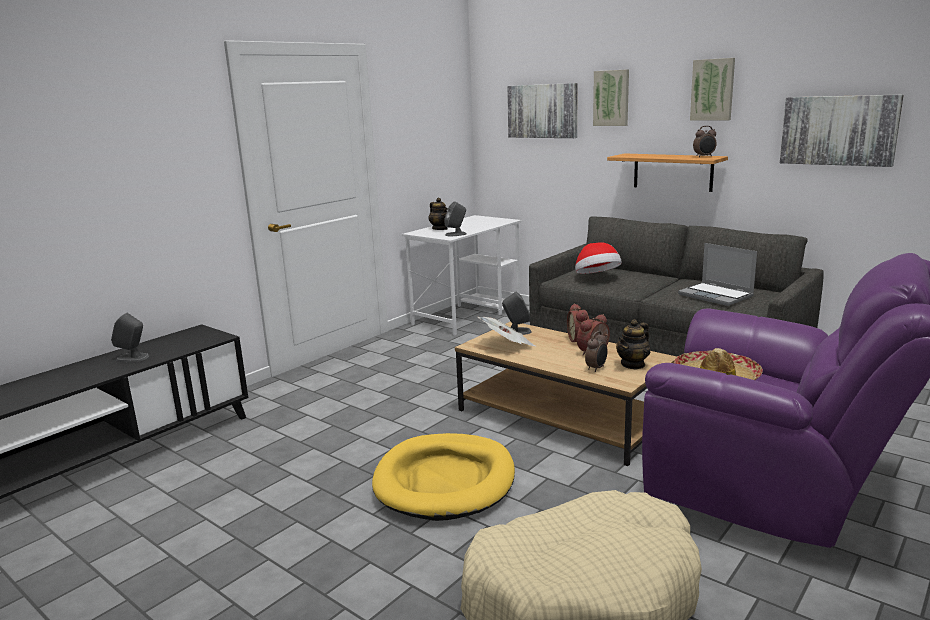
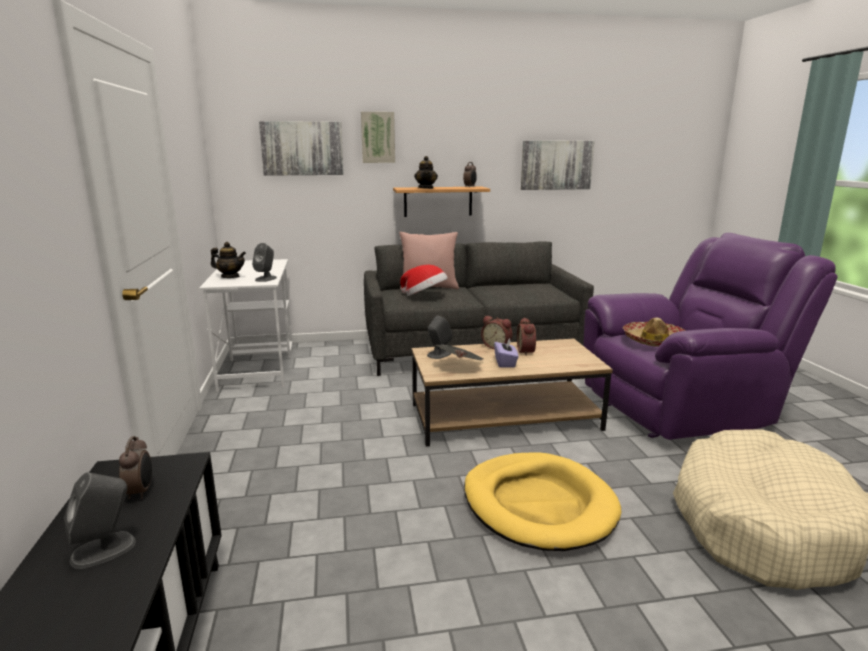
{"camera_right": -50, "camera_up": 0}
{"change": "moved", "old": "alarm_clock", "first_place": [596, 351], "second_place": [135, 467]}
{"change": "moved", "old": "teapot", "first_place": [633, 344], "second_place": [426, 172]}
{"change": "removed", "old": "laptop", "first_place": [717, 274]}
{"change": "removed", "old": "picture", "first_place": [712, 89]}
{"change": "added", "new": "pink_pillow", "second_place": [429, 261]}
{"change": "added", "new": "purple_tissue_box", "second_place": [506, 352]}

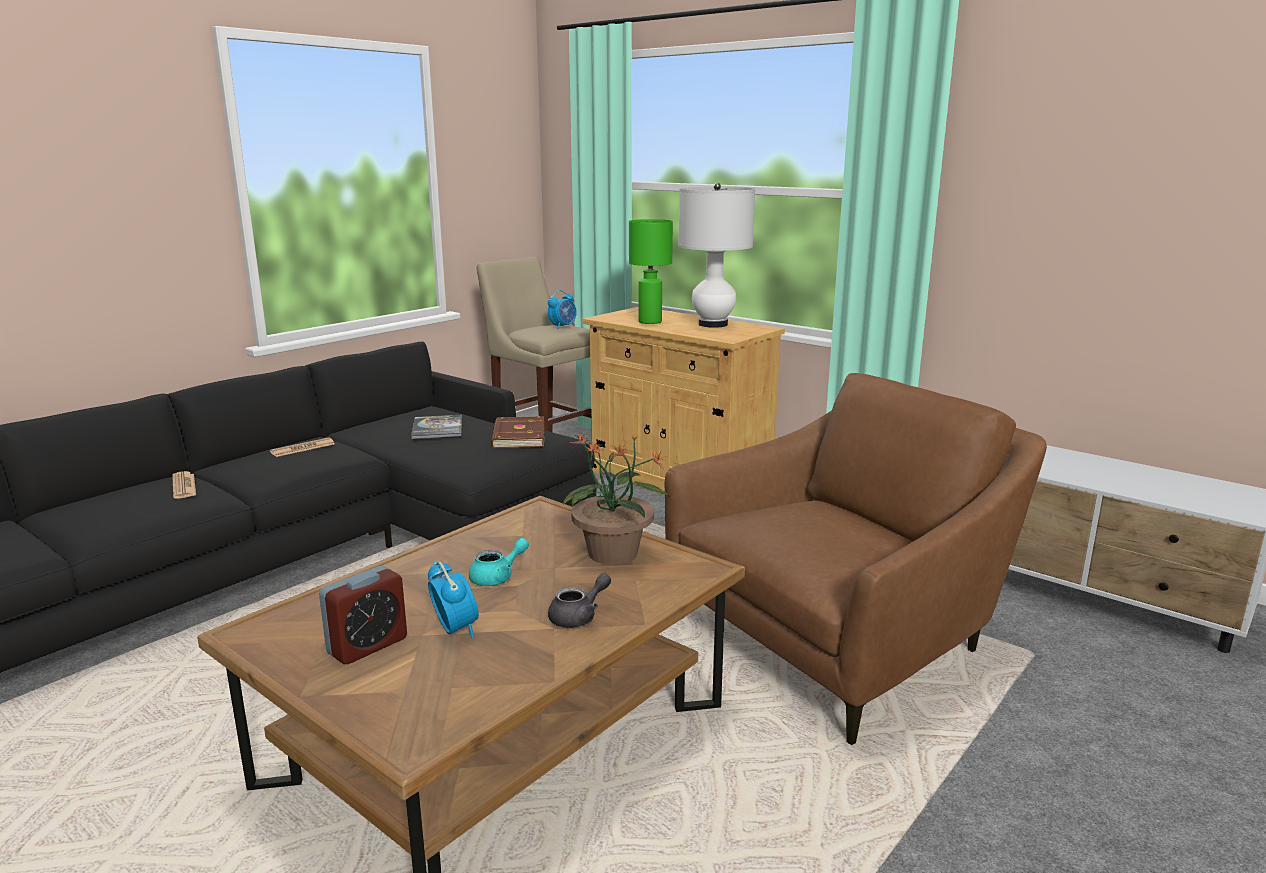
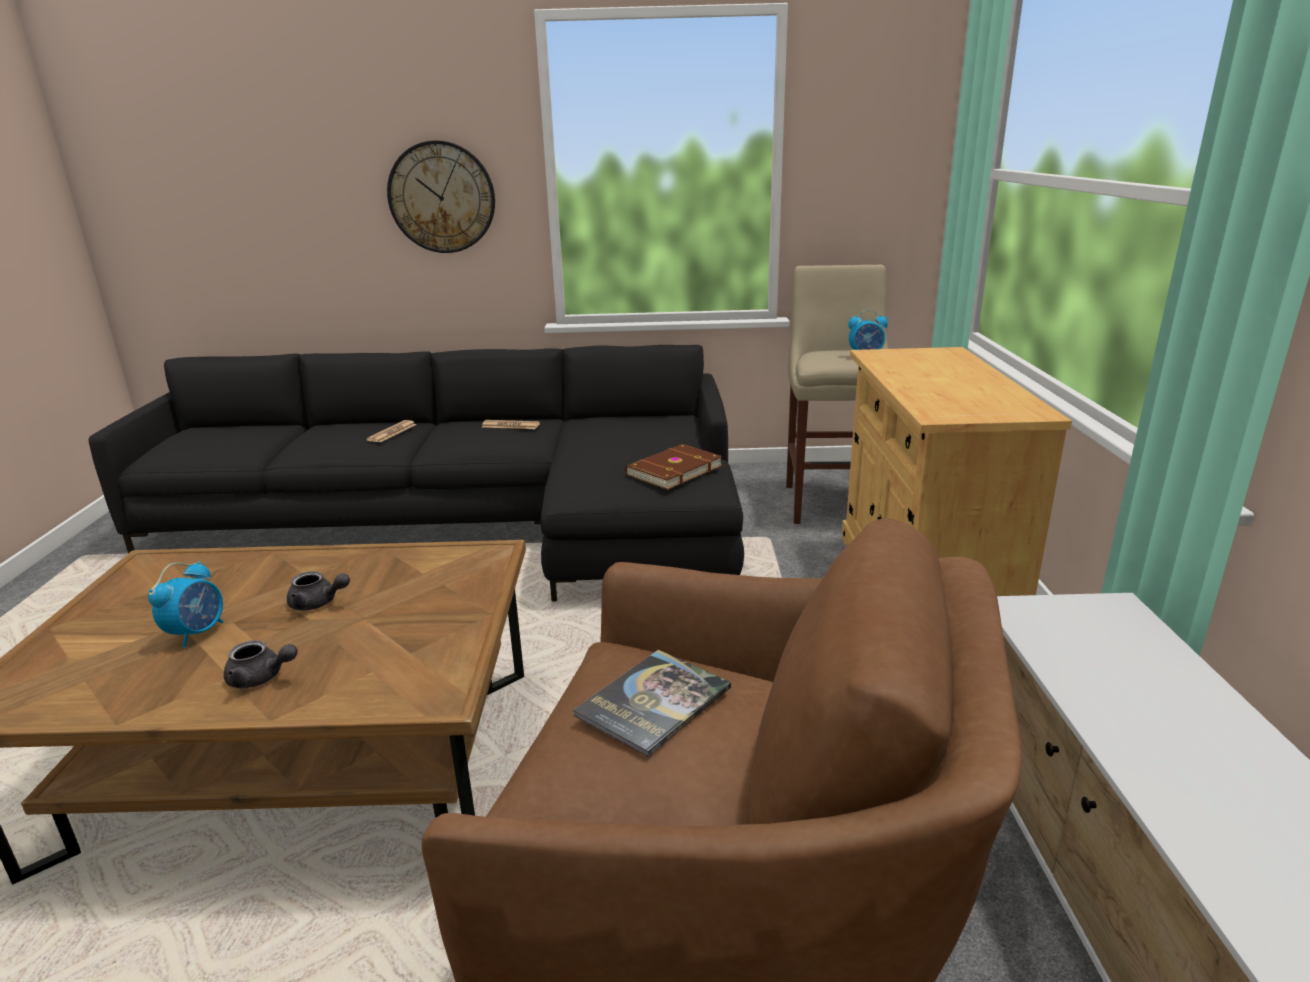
{"camera_right": 50, "camera_up": 5}
{"change": "removed", "old": "alarm_clock", "first_place": [363, 615]}
{"change": "moved", "old": "book", "first_place": [436, 427], "second_place": [652, 703]}
{"change": "recoloured", "old": "turquoise_teapot", "new": "grey_teapot", "first_place": [499, 562], "second_place": [318, 590]}
{"change": "removed", "old": "potted_plant", "first_place": [616, 499]}
{"change": "removed", "old": "green_table_lamp", "first_place": [651, 271]}
{"change": "removed", "old": "white_table_lamp", "first_place": [716, 255]}
{"change": "added", "new": "wall_clock", "second_place": [441, 196]}

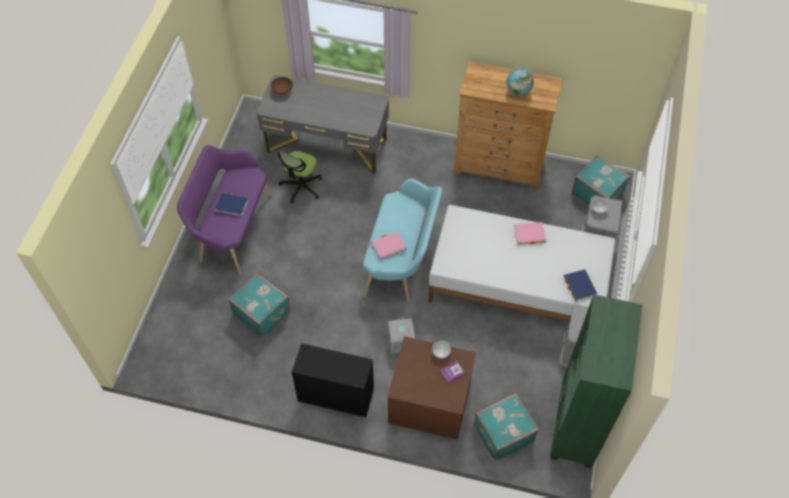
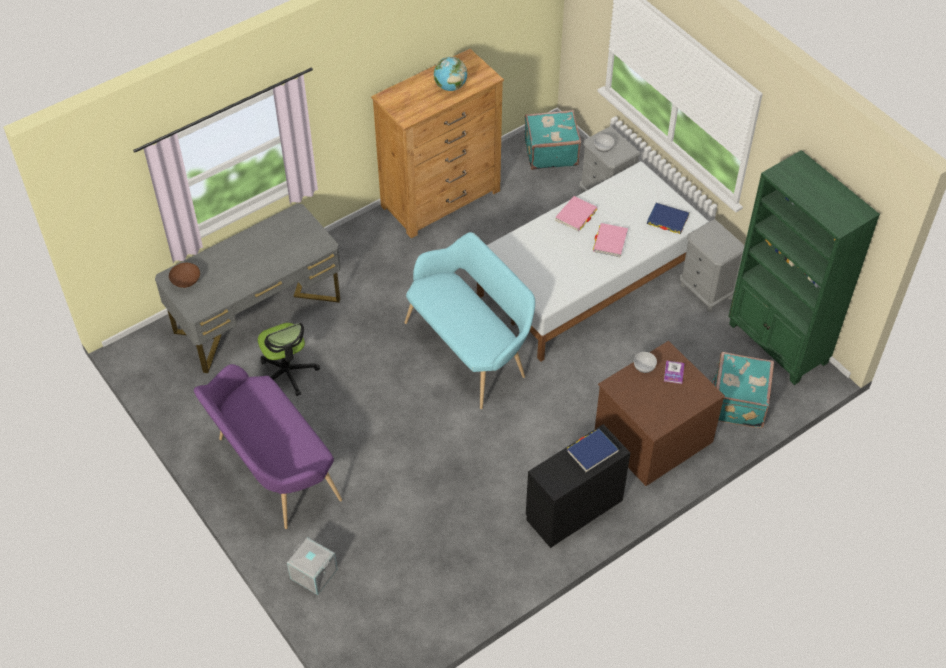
{"camera_right": -50, "camera_up": -5}
{"change": "moved", "old": "blue_book", "first_place": [232, 204], "second_place": [592, 450]}
{"change": "removed", "old": "turquoise_suitcase", "first_place": [259, 305]}
{"change": "moved", "old": "pink_book", "first_place": [389, 246], "second_place": [610, 240]}
{"change": "moved", "old": "grey_storage_box", "first_place": [401, 335], "second_place": [312, 566]}

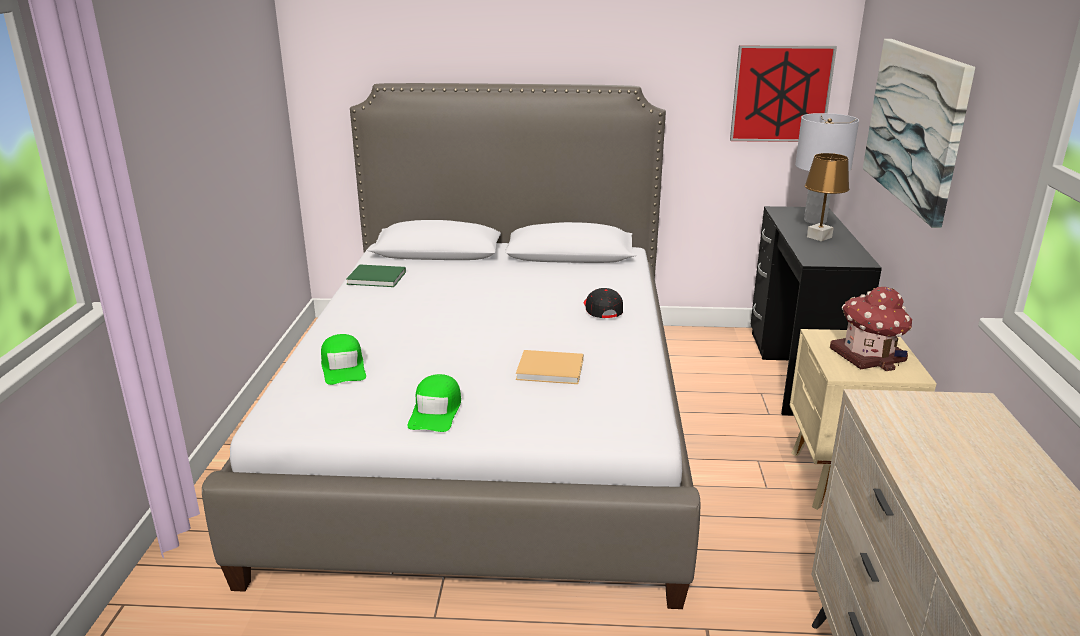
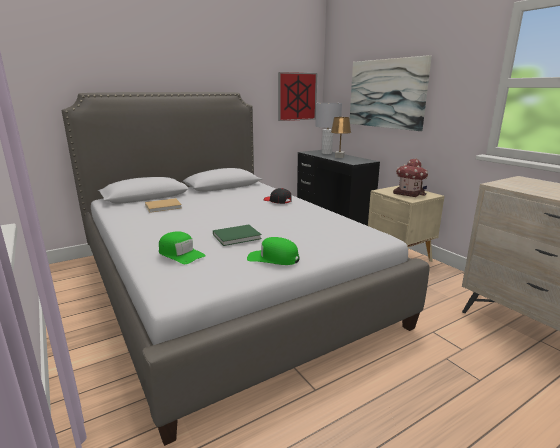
{"camera_right": -35, "camera_up": -5}
{"change": "moved", "old": "green_book", "first_place": [376, 276], "second_place": [237, 235]}
{"change": "turned", "old": "green_cap", "first_place": [434, 403], "second_place": [273, 251], "degrees": 135}
{"change": "moved", "old": "beige_book", "first_place": [549, 367], "second_place": [163, 205]}

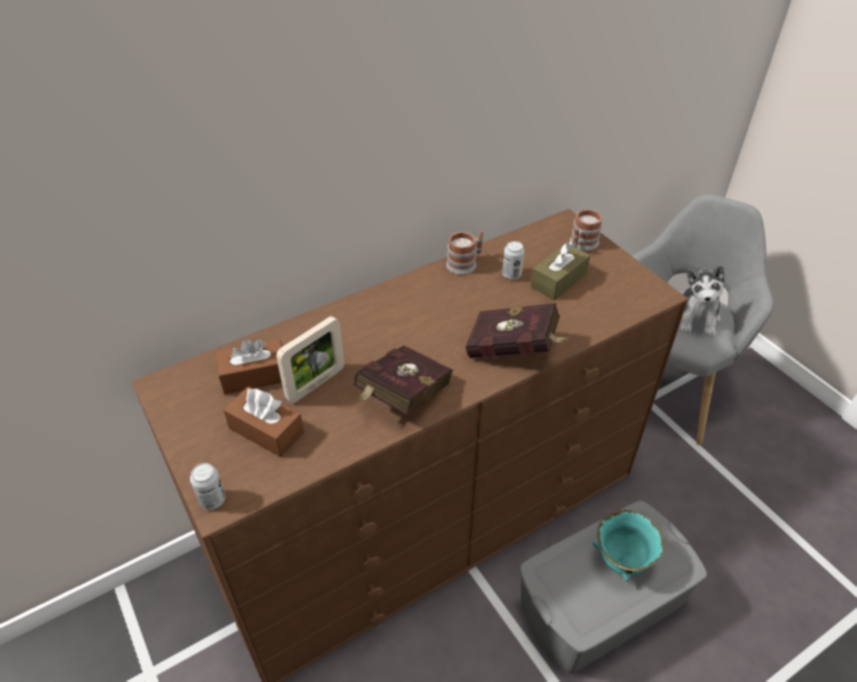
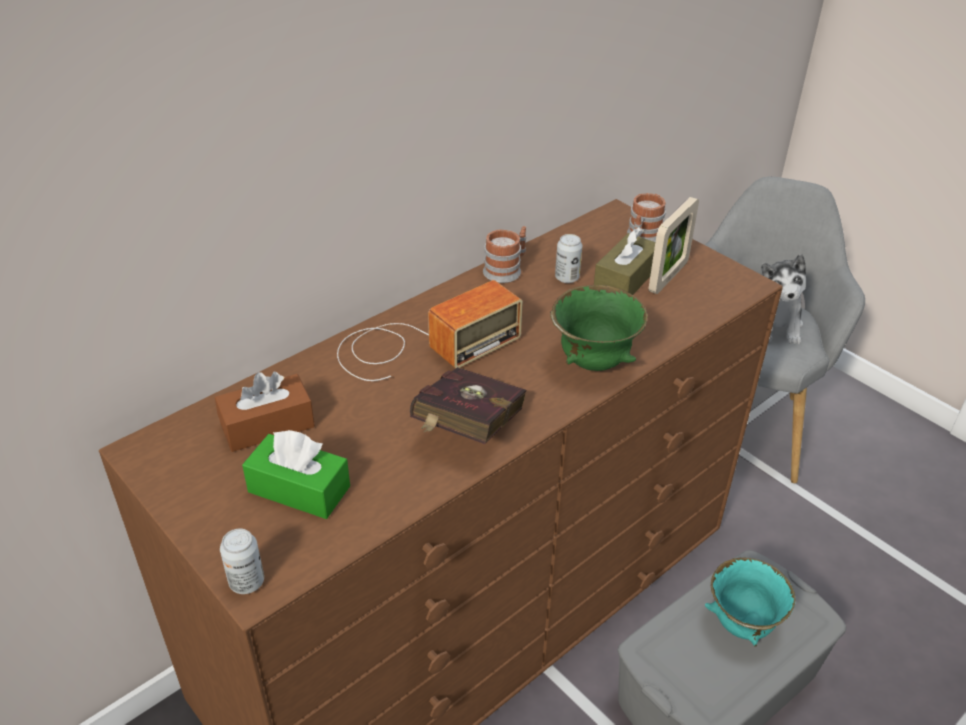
{"camera_right": -10, "camera_up": -5}
{"change": "recoloured", "old": "brown_tissue_box", "new": "green_tissue_box", "first_place": [263, 421], "second_place": [296, 474]}
{"change": "moved", "old": "picture_frame", "first_place": [310, 359], "second_place": [673, 245]}
{"change": "replaced", "old": "red_book", "new": "green_bowl", "first_place": [516, 331], "second_place": [599, 328]}
{"change": "added", "new": "radio", "second_place": [430, 330]}

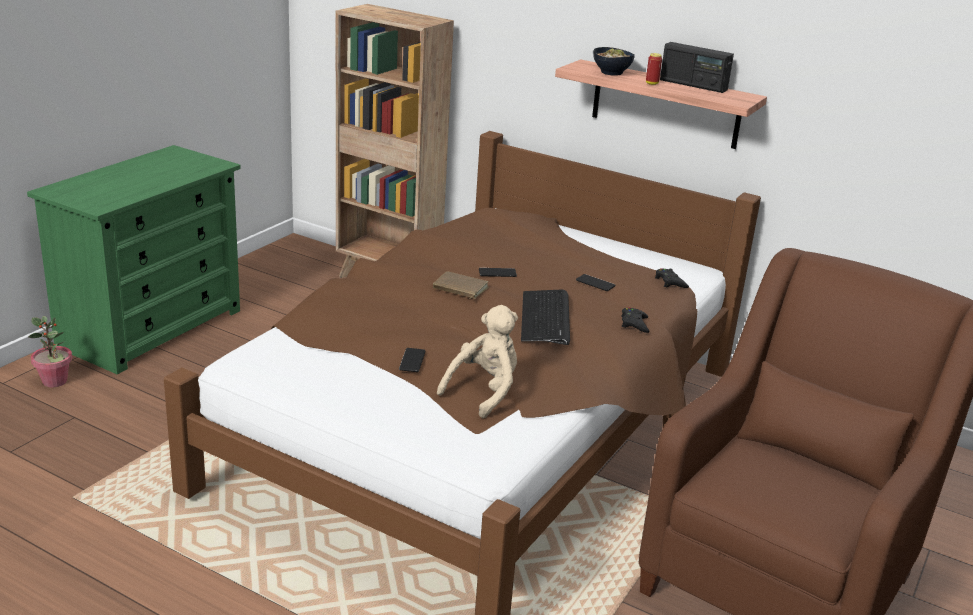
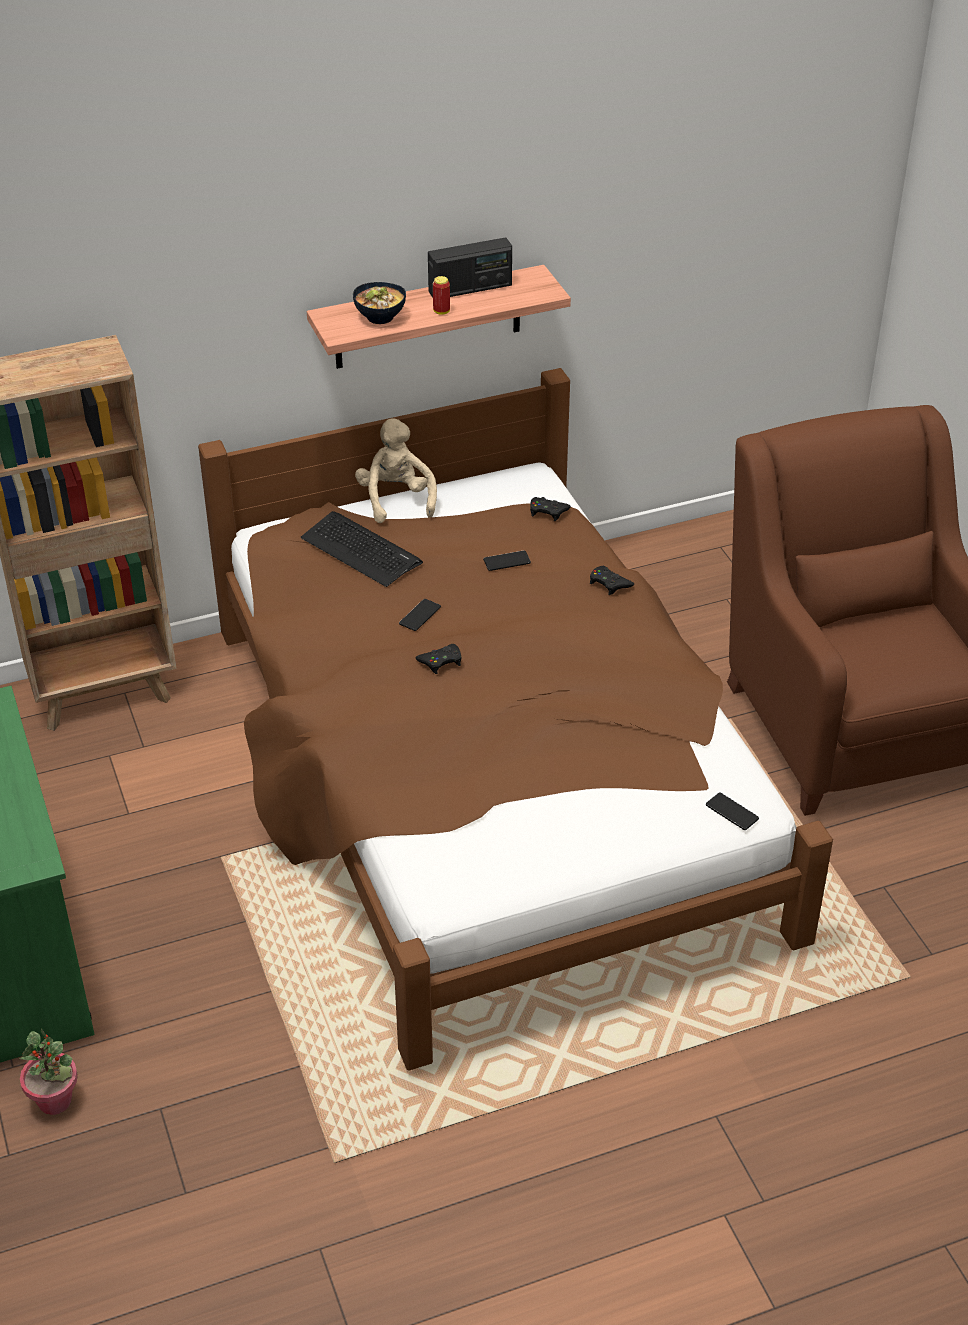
{"camera_right": -50, "camera_up": 15}
{"change": "moved", "old": "phone", "first_place": [412, 360], "second_place": [732, 811]}
{"change": "replaced", "old": "brown_book", "new": "black_game_controller", "first_place": [460, 285], "second_place": [438, 659]}
{"change": "moved", "old": "beige_plush_toy", "first_place": [477, 361], "second_place": [396, 470]}
{"change": "moved", "old": "keyboard", "first_place": [545, 317], "second_place": [362, 549]}

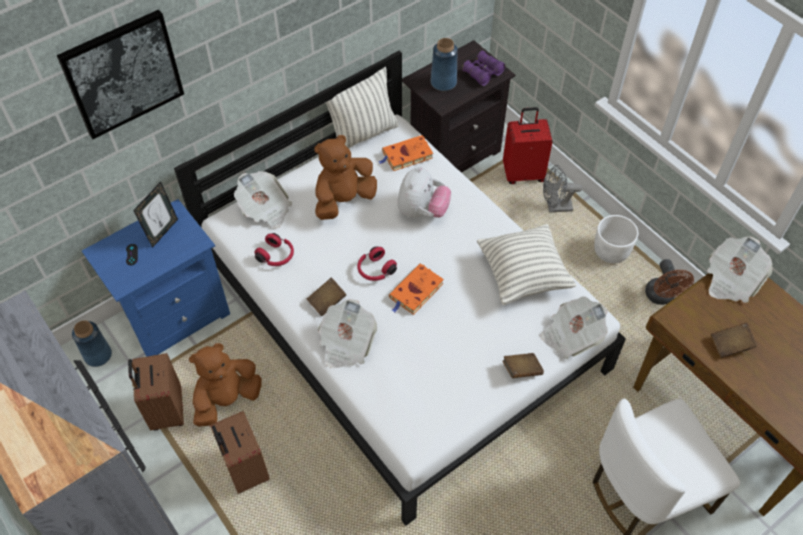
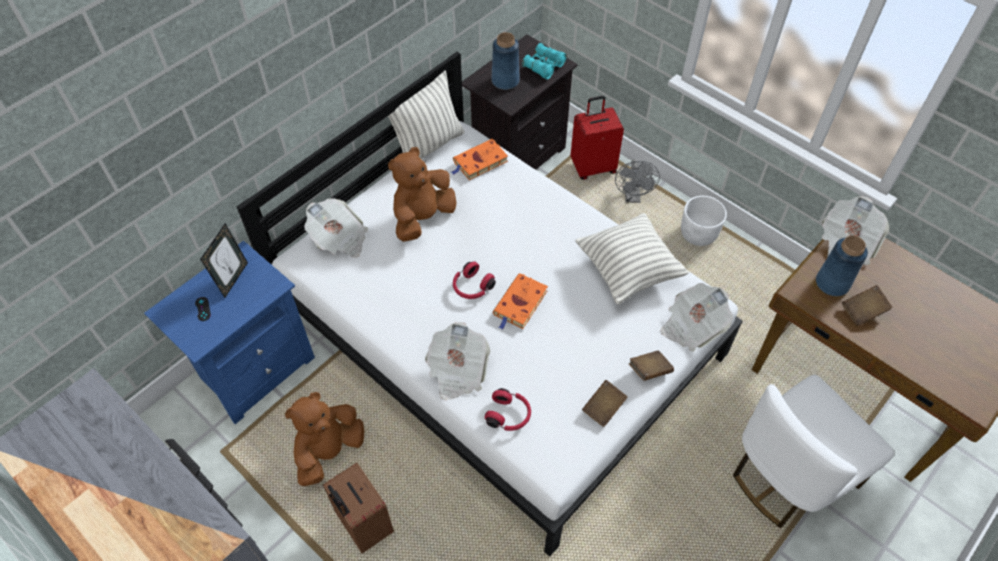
{"camera_right": -10, "camera_up": 0}
{"change": "removed", "old": "picture", "first_place": [120, 74]}
{"change": "moved", "old": "blue_vase", "first_place": [92, 343], "second_place": [842, 265]}
{"change": "removed", "old": "brown_suitcase", "first_place": [156, 392]}
{"change": "moved", "old": "red_headphones", "first_place": [274, 249], "second_place": [508, 409]}
{"change": "moved", "old": "brown_book", "first_place": [326, 297], "second_place": [605, 403]}
{"change": "removed", "old": "plush_toy", "first_place": [424, 192]}
{"change": "recoloured", "old": "purple_binoculars", "new": "turquoise_binoculars", "first_place": [484, 68], "second_place": [544, 61]}
{"change": "turned", "old": "grey_fan", "first_place": [562, 189], "second_place": [637, 181], "degrees": -75}
{"change": "removed", "old": "brown_fan", "first_place": [669, 282]}

